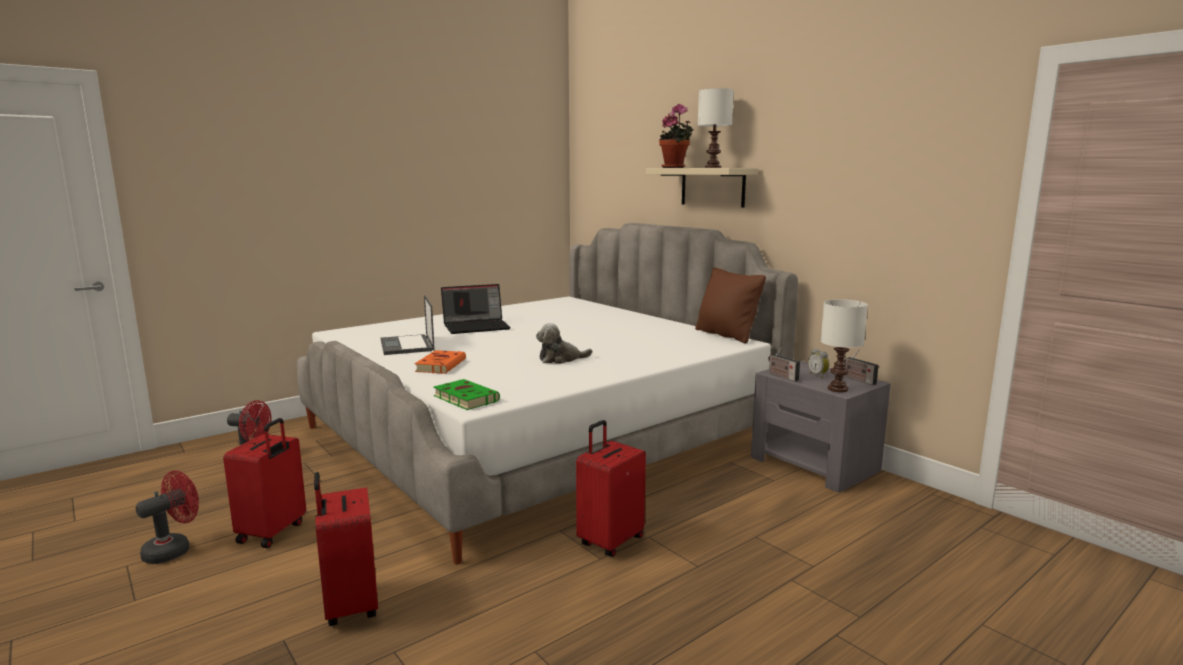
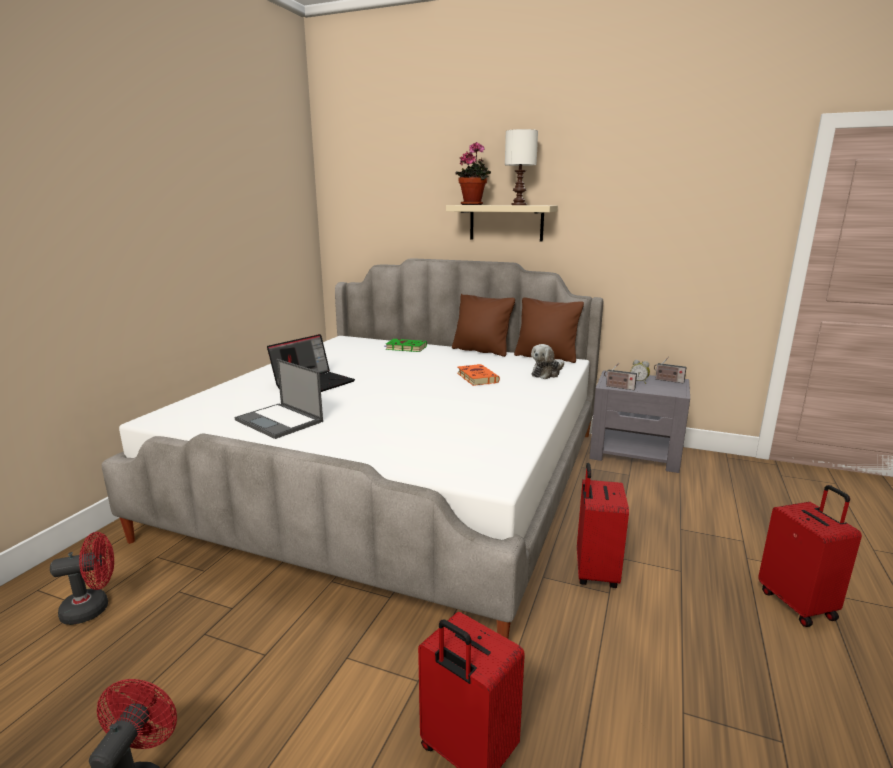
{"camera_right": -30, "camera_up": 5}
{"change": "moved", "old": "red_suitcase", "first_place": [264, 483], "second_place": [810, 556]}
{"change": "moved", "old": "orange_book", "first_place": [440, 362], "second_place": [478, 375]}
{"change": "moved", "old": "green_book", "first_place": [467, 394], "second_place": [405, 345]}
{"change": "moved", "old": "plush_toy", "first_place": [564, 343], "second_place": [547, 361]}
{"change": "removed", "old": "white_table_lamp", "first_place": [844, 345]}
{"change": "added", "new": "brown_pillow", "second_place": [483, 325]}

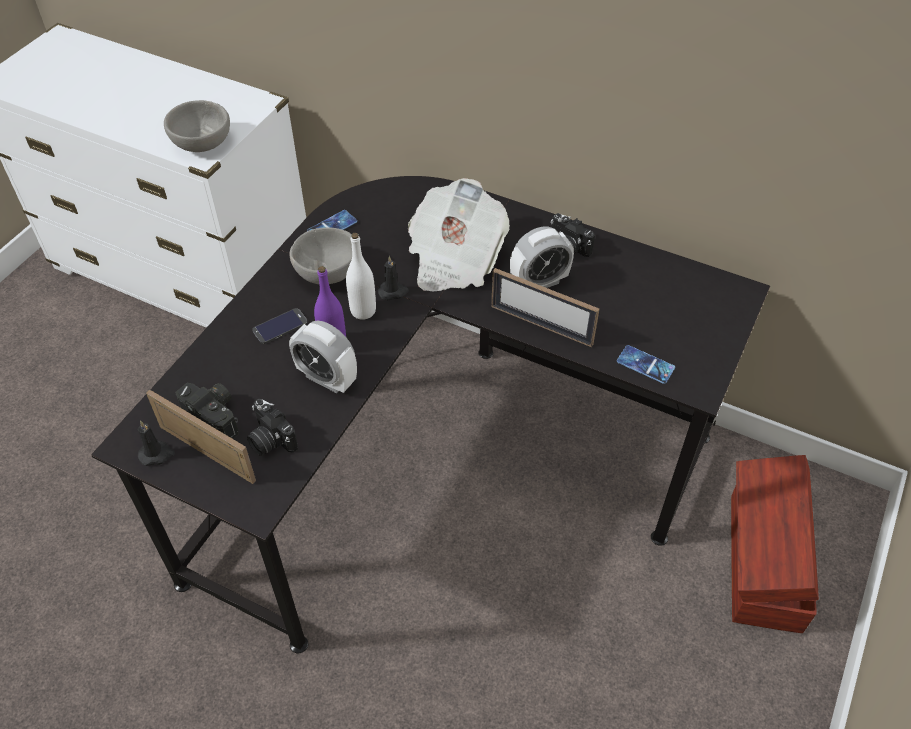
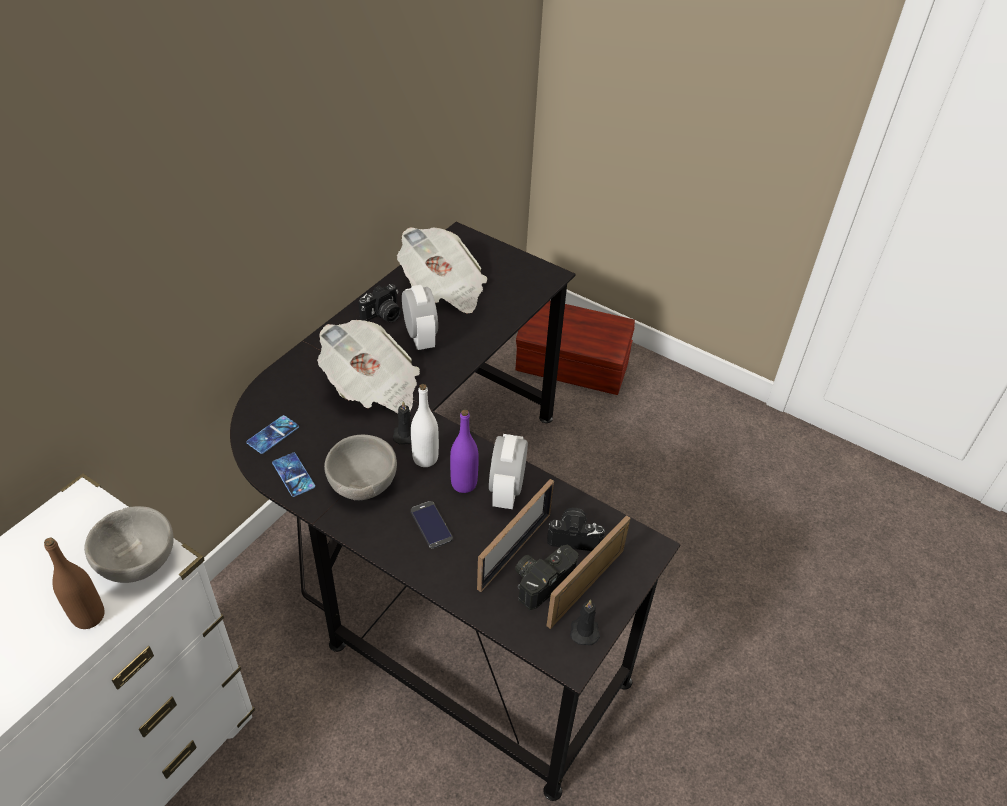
{"camera_right": -85, "camera_up": -5}
{"change": "turned", "old": "photo_camera", "first_place": [272, 427], "second_place": [576, 529], "degrees": -135}
{"change": "turned", "old": "alarm_clock", "first_place": [323, 356], "second_place": [508, 471], "degrees": 150}
{"change": "moved", "old": "picture_frame", "first_place": [545, 307], "second_place": [515, 535]}
{"change": "moved", "old": "phone", "first_place": [646, 364], "second_place": [272, 434]}
{"change": "added", "new": "brown_bottle", "second_place": [74, 583]}
{"change": "added", "new": "newspaper", "second_place": [442, 270]}

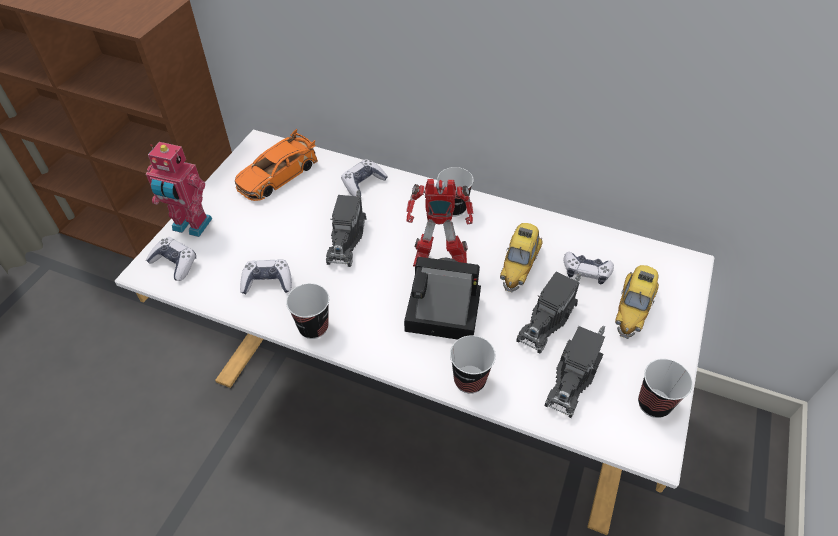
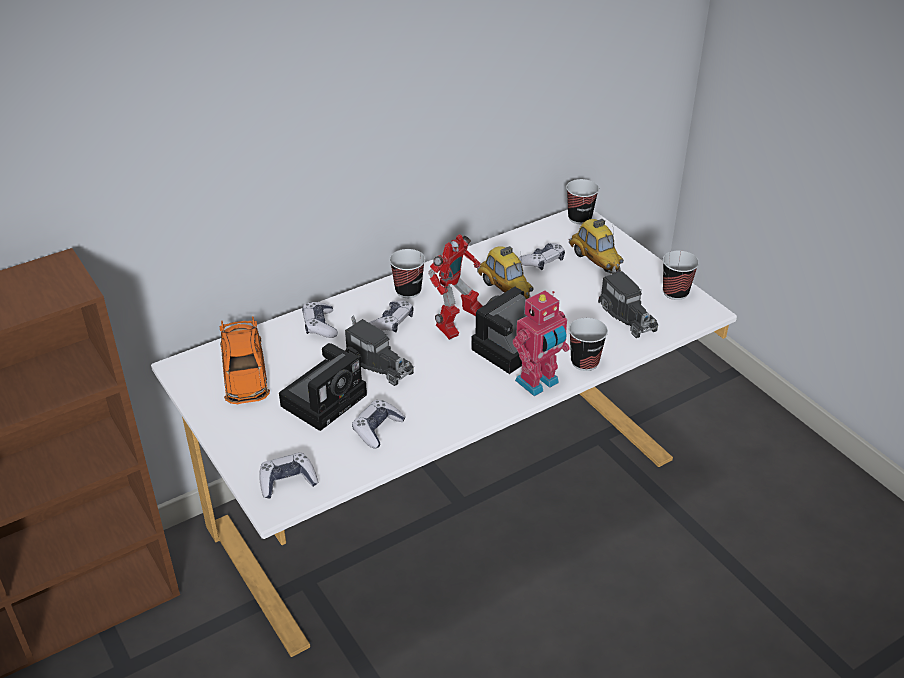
{"camera_right": -55, "camera_up": -10}
{"change": "moved", "old": "toy_robot", "first_place": [179, 189], "second_place": [541, 343]}
{"change": "moved", "old": "cup", "first_place": [307, 311], "second_place": [582, 201]}
{"change": "removed", "old": "toy_truck", "first_place": [548, 313]}
{"change": "added", "new": "photo_camera", "second_place": [323, 387]}
{"change": "added", "new": "game_controller", "second_place": [391, 316]}

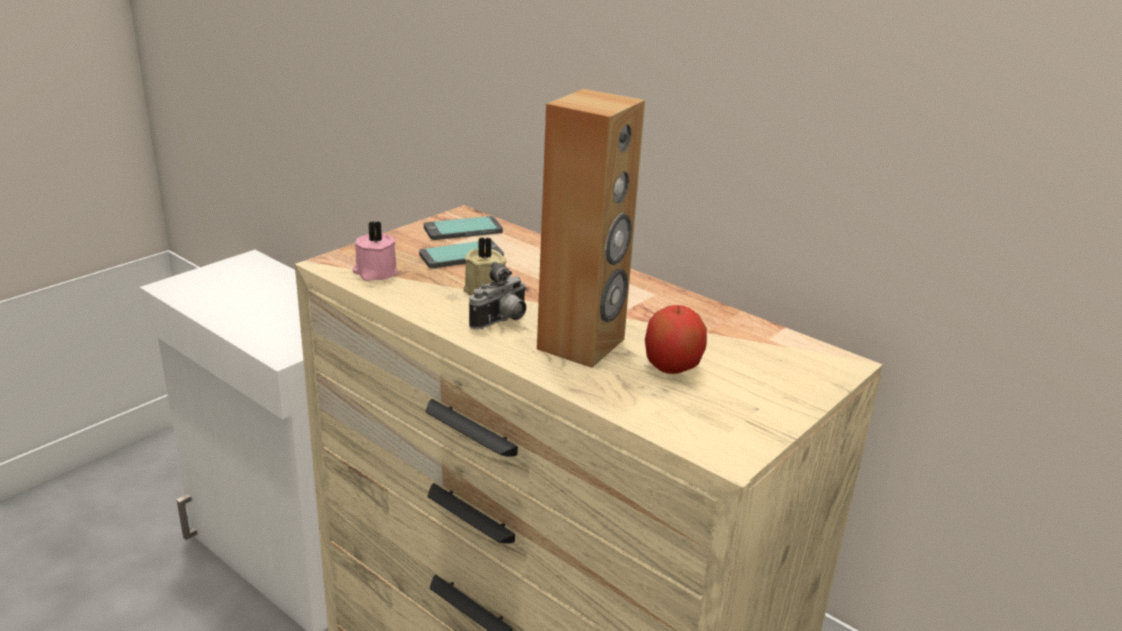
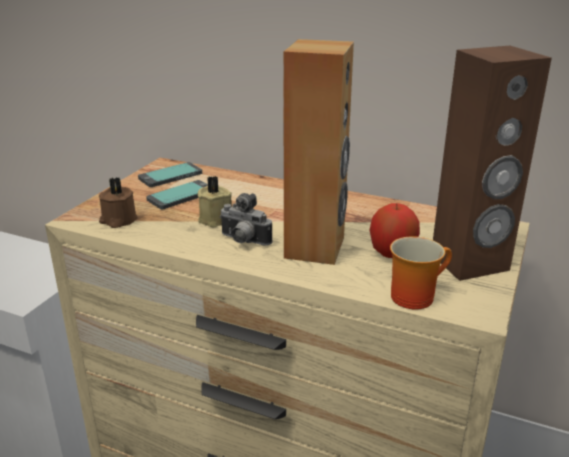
{"camera_right": -15, "camera_up": 0}
{"change": "recoloured", "old": "pink_candle", "new": "brown_candle", "first_place": [375, 251], "second_place": [118, 202]}
{"change": "turned", "old": "photo_camera", "first_place": [498, 295], "second_place": [245, 219], "degrees": 90}
{"change": "added", "new": "mug", "second_place": [421, 273]}
{"change": "added", "new": "brown_speaker", "second_place": [492, 163]}

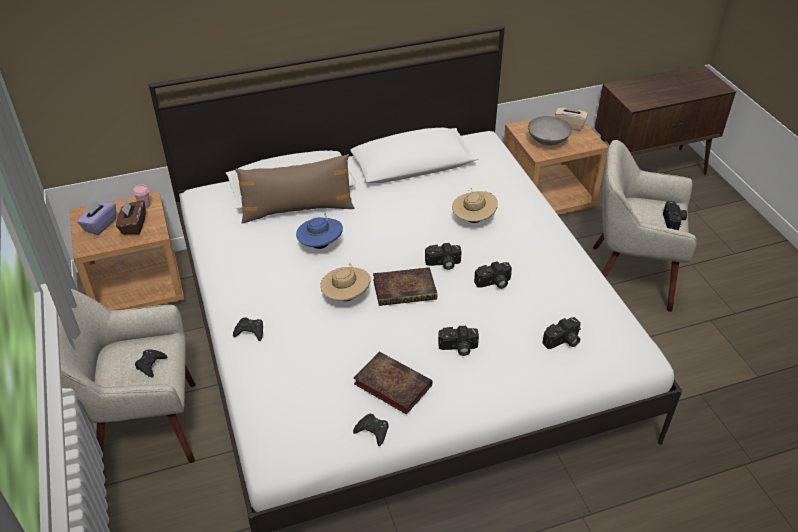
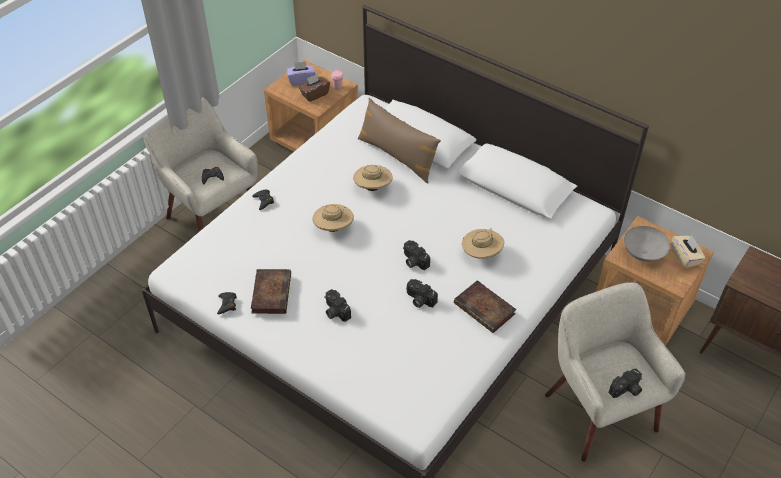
{"camera_right": 55, "camera_up": 5}
{"change": "recoloured", "old": "blue_hat", "new": "beige_hat", "first_place": [319, 231], "second_place": [373, 178]}
{"change": "moved", "old": "book", "first_place": [405, 286], "second_place": [485, 306]}
{"change": "removed", "old": "photo_camera", "first_place": [561, 333]}

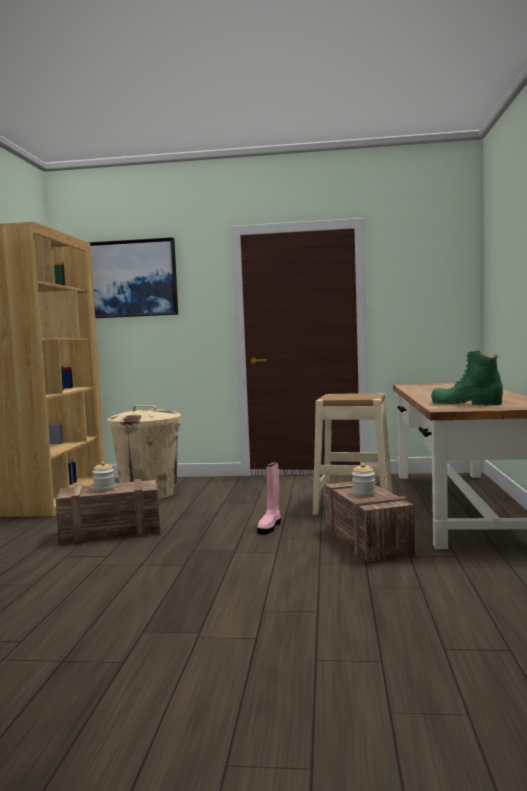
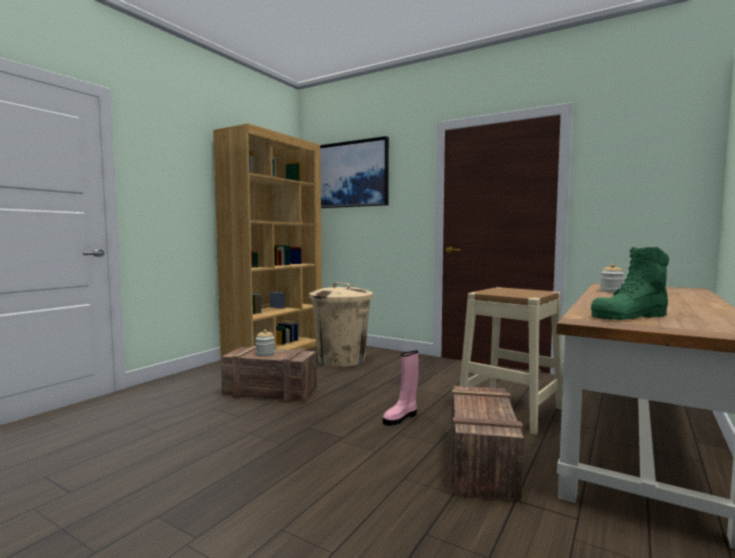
{"camera_right": 25, "camera_up": 0}
{"change": "moved", "old": "jar", "first_place": [363, 480], "second_place": [612, 278]}
{"change": "turned", "old": "green_boot", "first_place": [467, 378], "second_place": [630, 283], "degrees": -75}

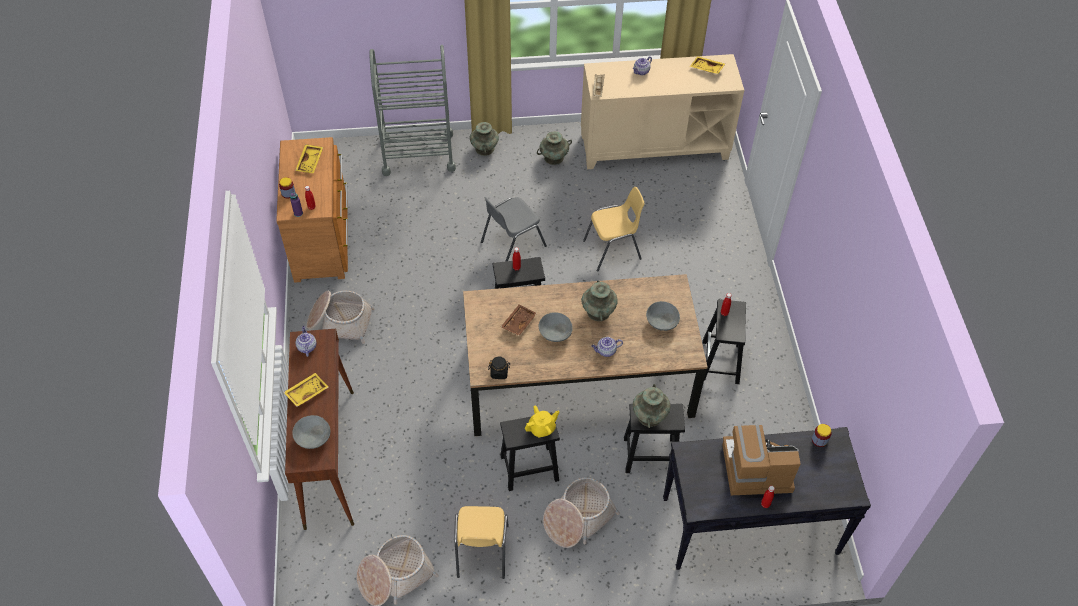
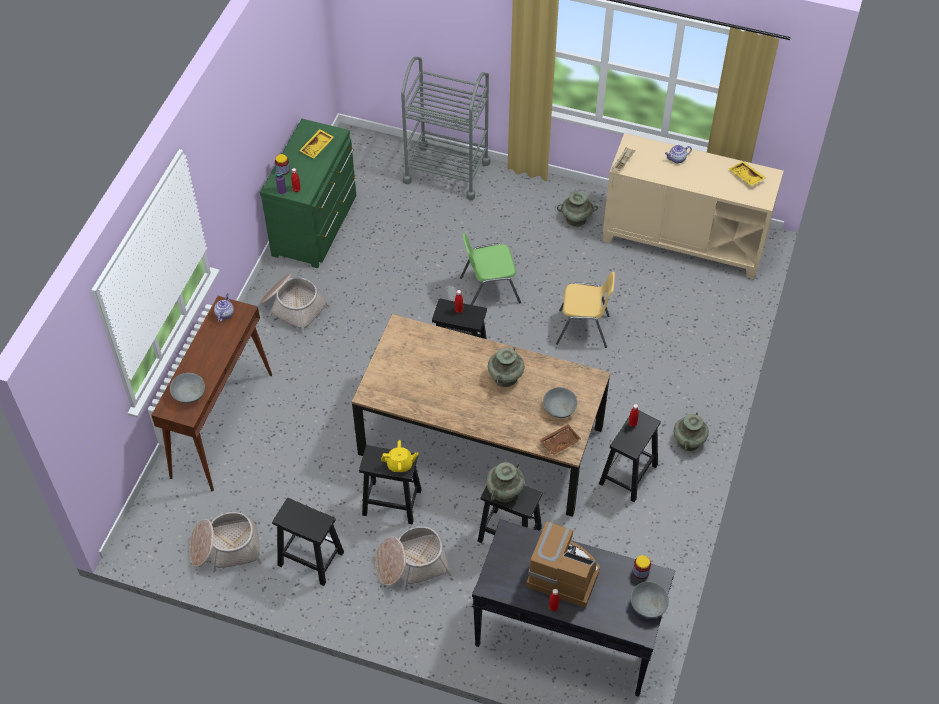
{"camera_right": 25, "camera_up": 0}
{"change": "recoloured", "old": "brown_dresser", "new": "green_dresser", "first_place": [312, 210], "second_place": [308, 193]}
{"change": "removed", "old": "yellow_tray", "first_place": [306, 390]}
{"change": "replaced", "old": "yellow_chair", "new": "black_stool", "first_place": [481, 542], "second_place": [308, 542]}
{"change": "moved", "old": "turquoise_vase", "first_place": [484, 139], "second_place": [691, 432]}
{"change": "recoloured", "old": "grey_chair", "new": "green_chair", "first_place": [514, 229], "second_place": [490, 269]}
{"change": "removed", "old": "black_jar", "first_place": [499, 367]}
{"change": "moved", "old": "brown_tray", "first_place": [519, 320], "second_place": [560, 440]}
{"change": "moved", "old": "grey_bowl", "first_place": [556, 327], "second_place": [650, 599]}
{"change": "removed", "old": "teapot", "first_place": [607, 347]}

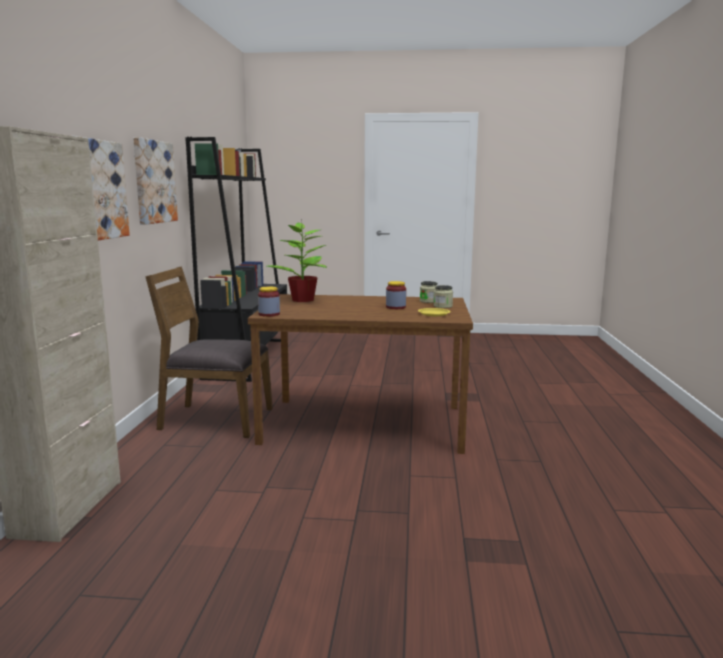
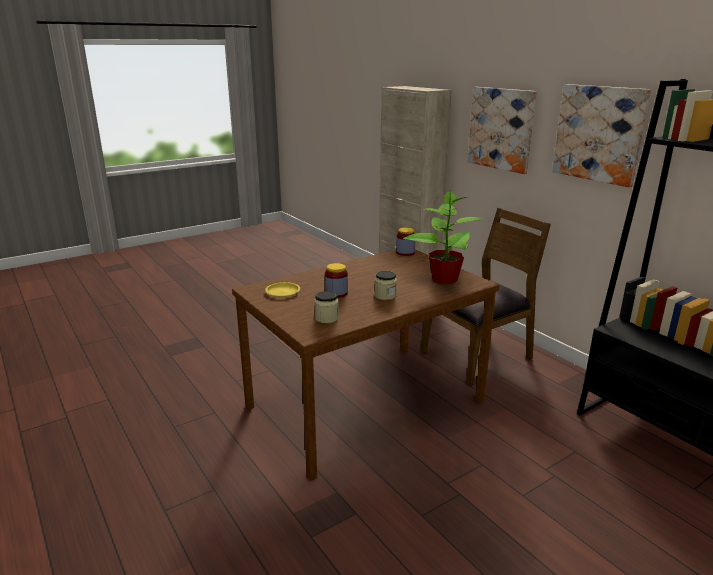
{"camera_right": 140, "camera_up": 10}
{"change": "moved", "old": "jar", "first_place": [443, 296], "second_place": [386, 285]}

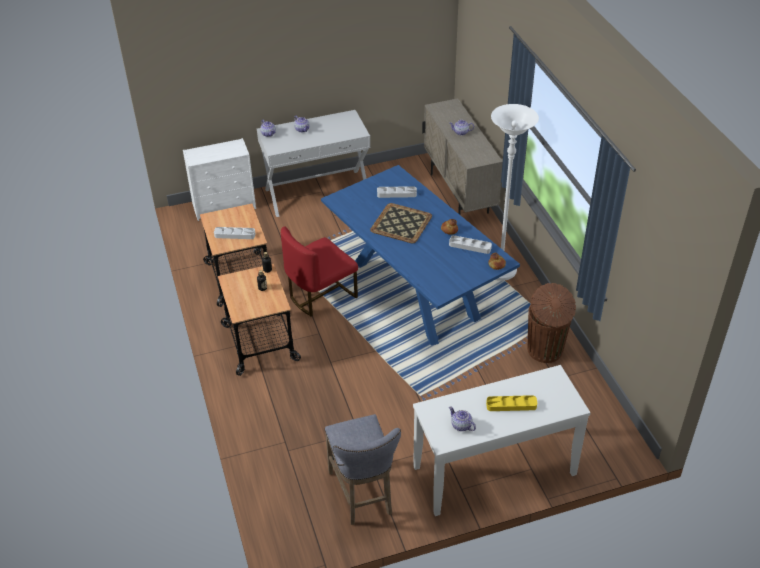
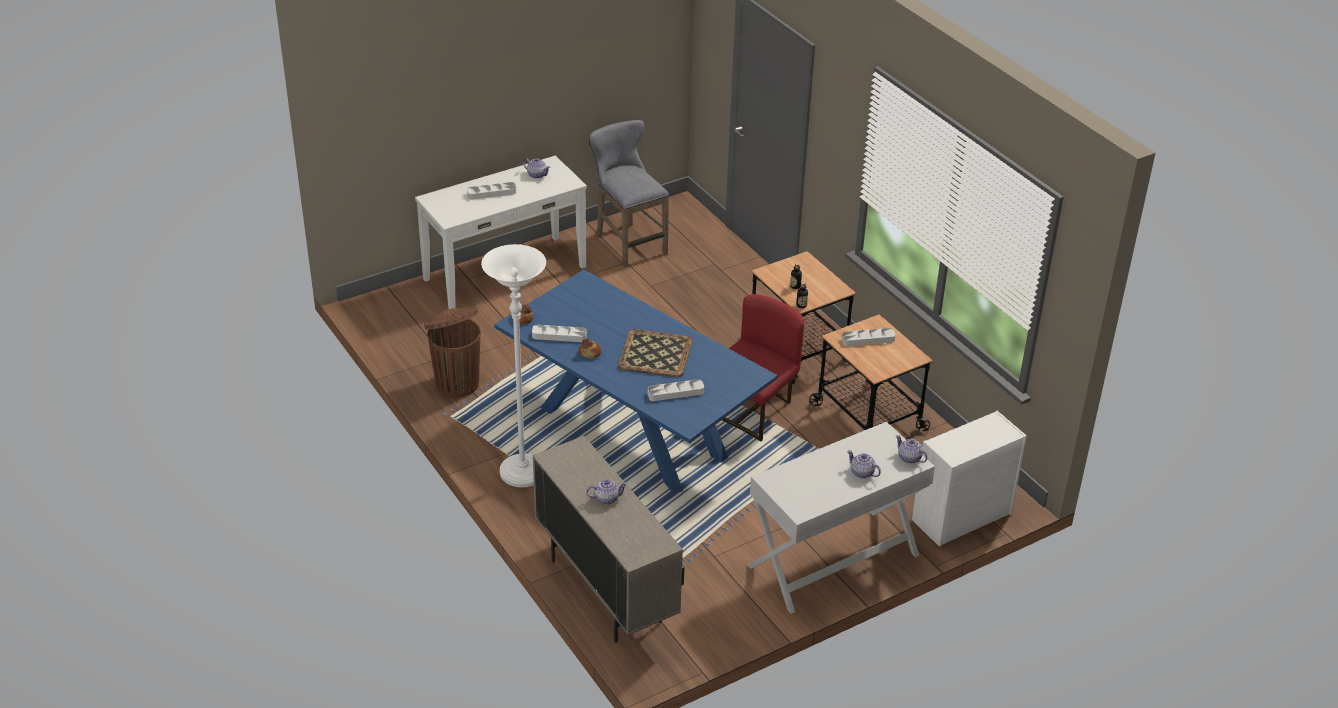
{"camera_right": 165, "camera_up": -5}
{"change": "recoloured", "old": "yellow_tray", "new": "grey_tray", "first_place": [511, 403], "second_place": [491, 191]}

